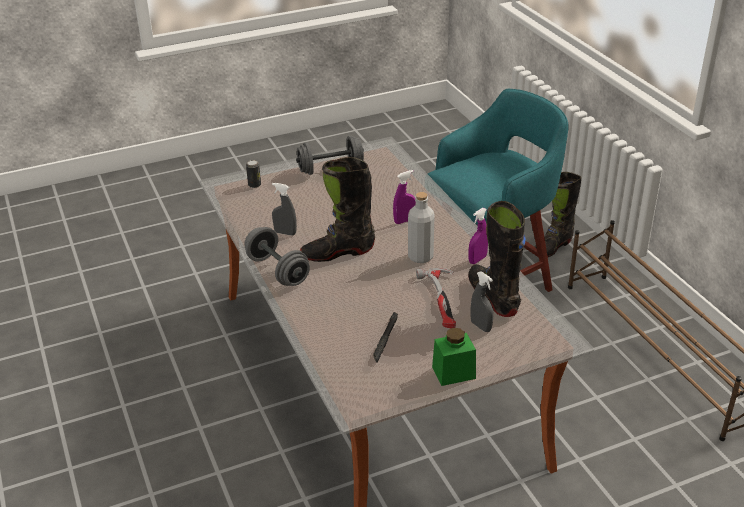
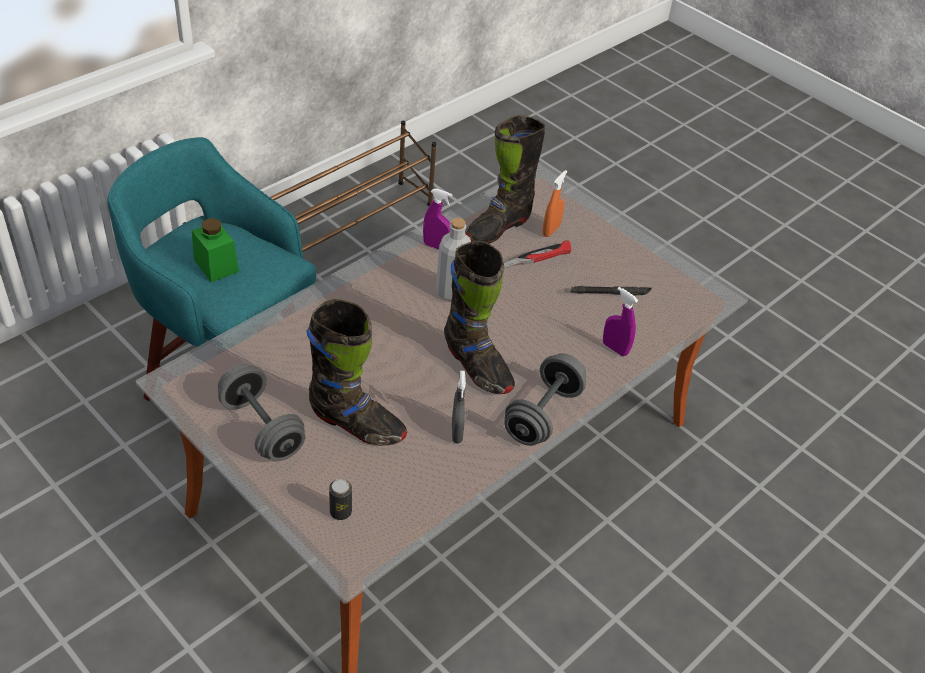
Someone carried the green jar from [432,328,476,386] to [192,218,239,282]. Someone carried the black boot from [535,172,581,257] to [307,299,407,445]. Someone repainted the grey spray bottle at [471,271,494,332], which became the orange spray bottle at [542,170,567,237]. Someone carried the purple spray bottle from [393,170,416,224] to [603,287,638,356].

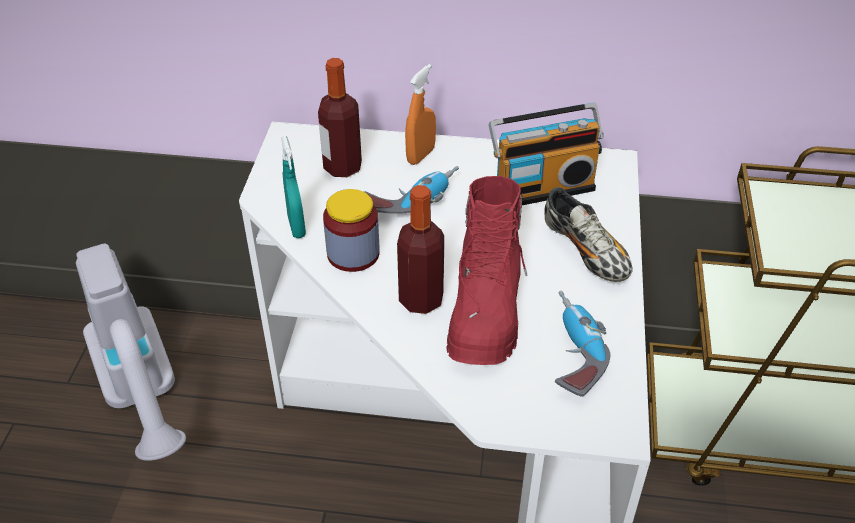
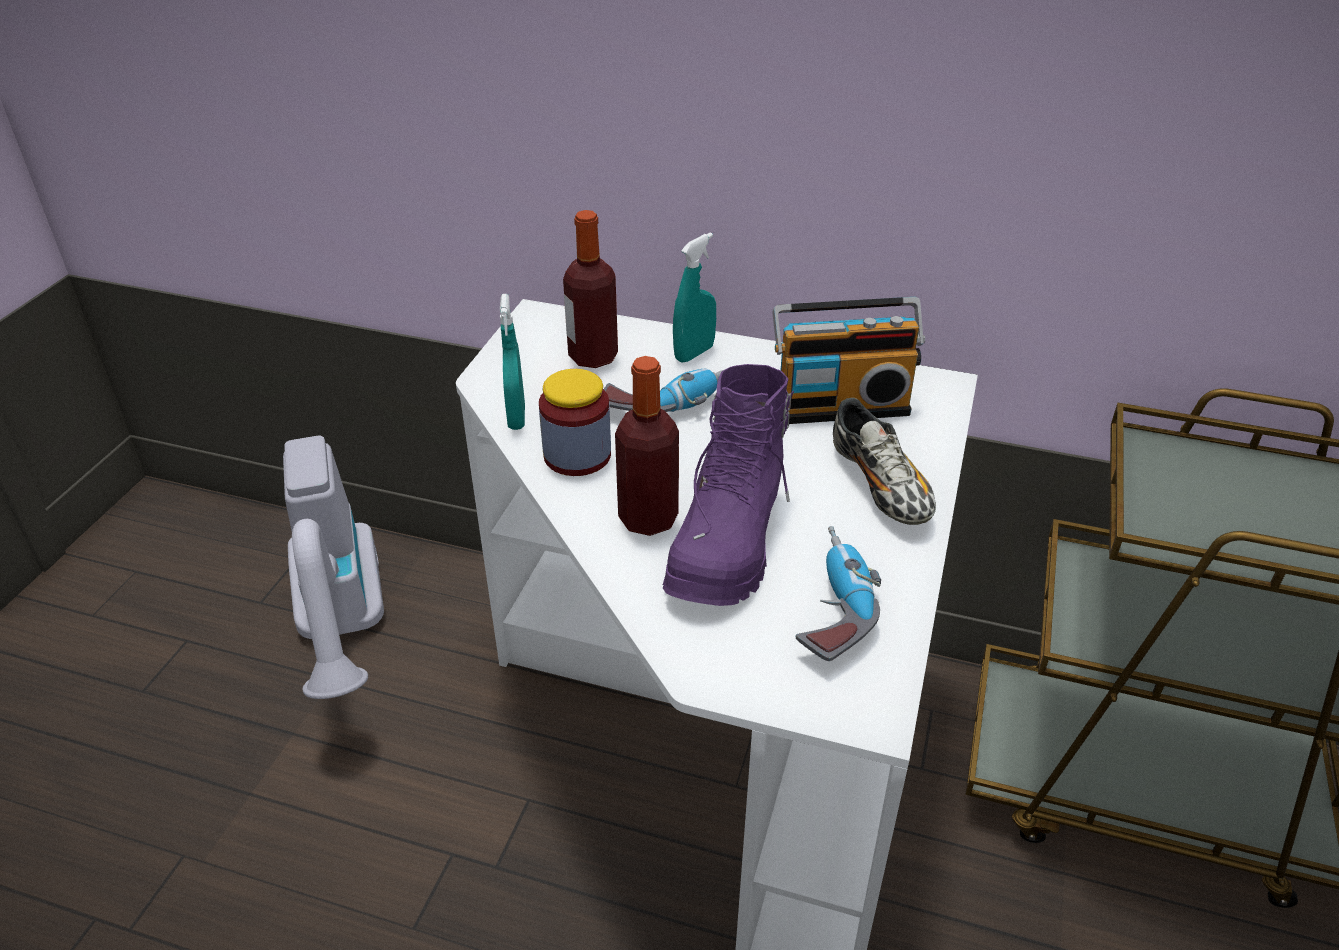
Someone repainted the red boot at [446,176,528,365], which became the purple boot at [663,364,794,606]. Someone repainted the orange spray bottle at [405,64,436,165], which became the turquoise spray bottle at [673,232,716,363].

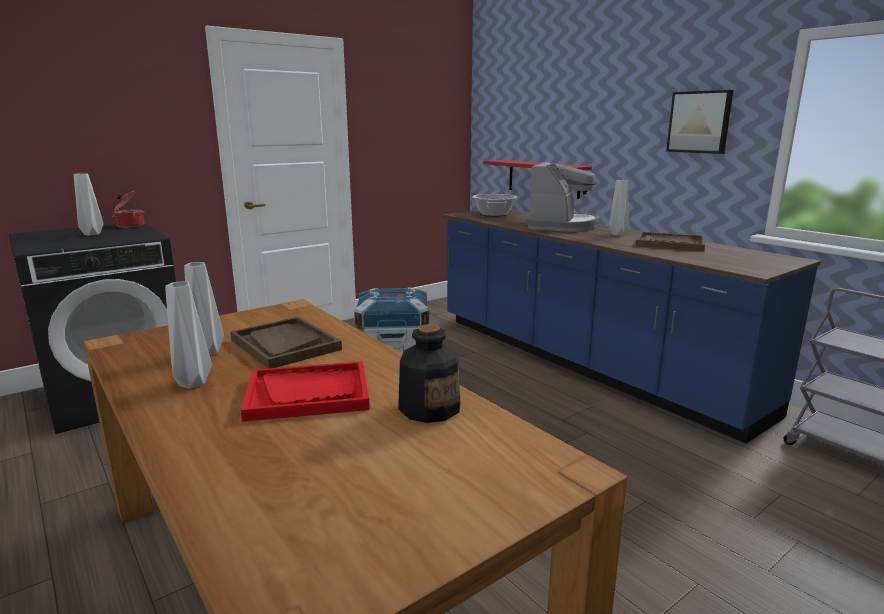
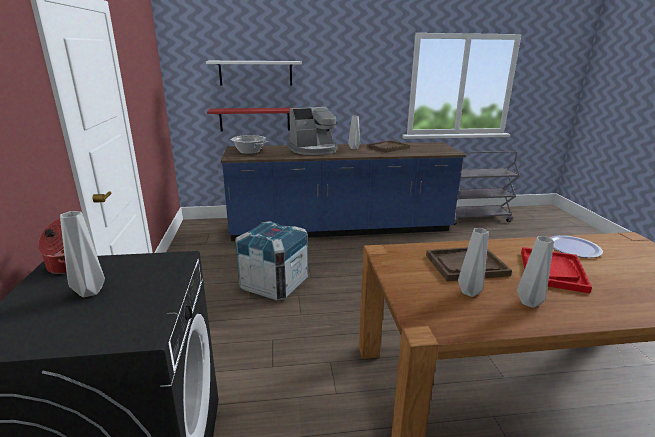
Someone put up the white shelf at [206,61,302,86]. Someone rotated the coffee machine at [526,162,599,231] by 105 degrees clockwise. Someone swapped the bottle at [398,324,460,423] for the plate at [550,235,603,258]. Someone took away the picture at [666,90,733,154].

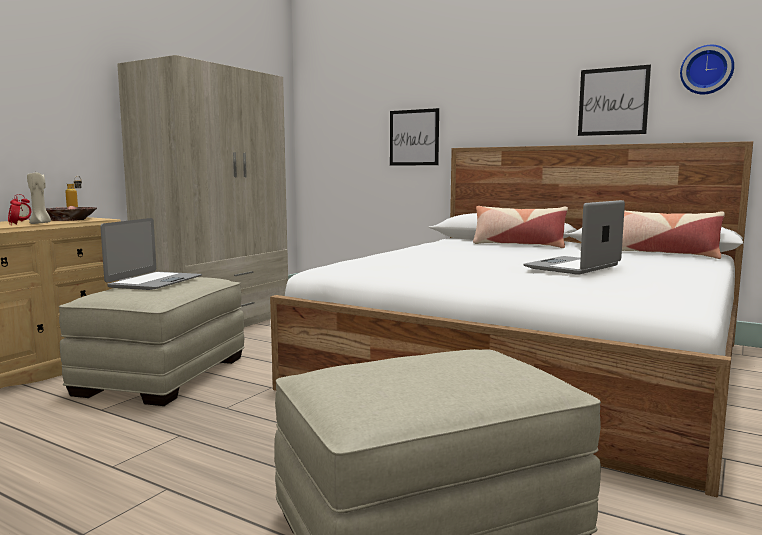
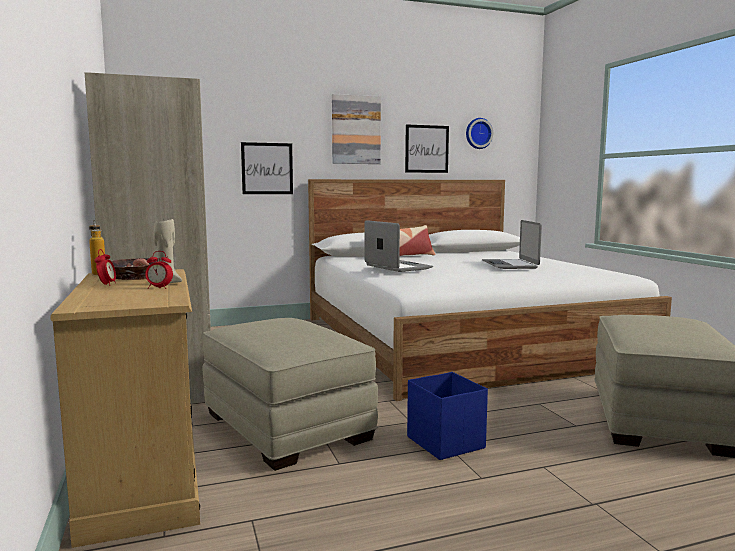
Someone put up the picture at [332,94,381,164]. Someone carried the laptop from [100,218,202,290] to [365,220,433,272]. Someone put down the blue storage box at [407,372,488,460]. Someone took away the pillow at [622,211,725,259].

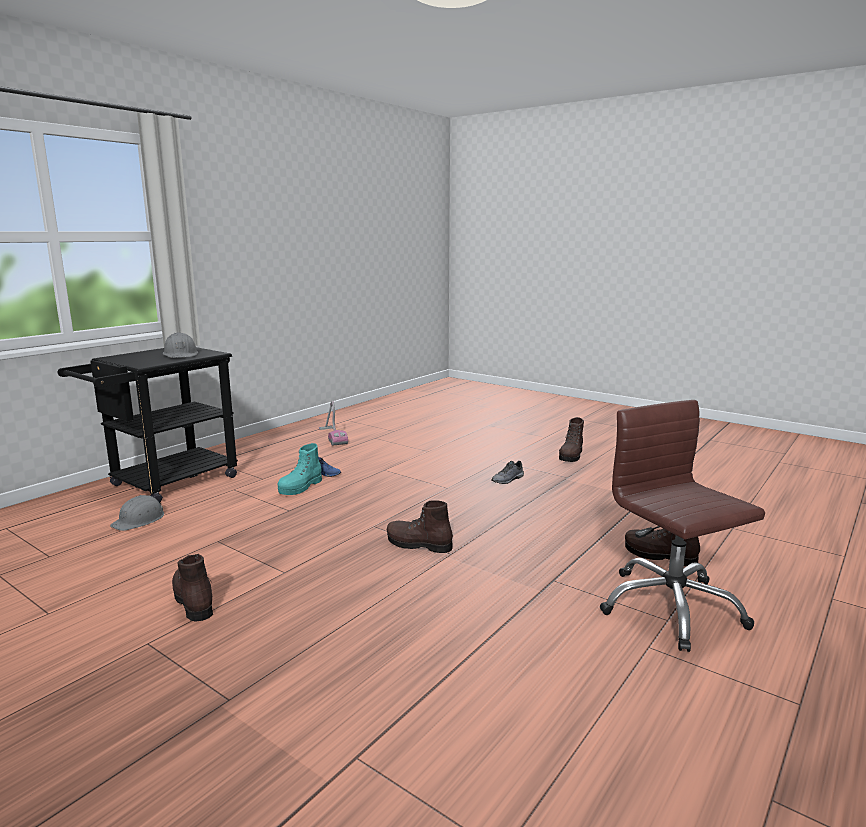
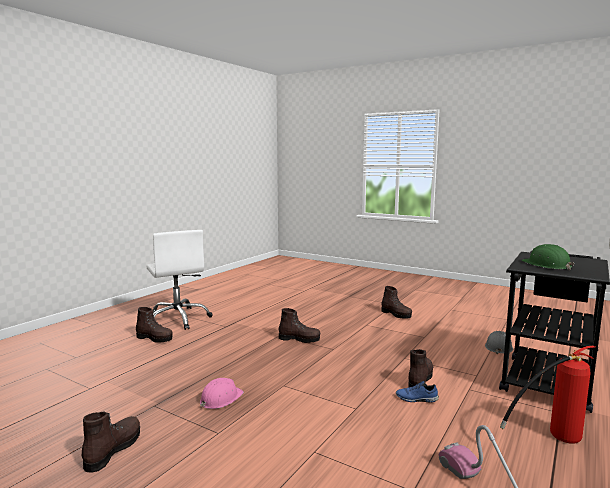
Someone repainted the brown office chair at [599,400,765,652], which became the white office chair at [146,230,212,330]. Someone swapped the grey shoe at [491,461,524,484] for the pink hard hat at [200,378,244,409]. Someone repainted the turquoise boot at [277,443,322,495], which became the brown boot at [408,349,433,387]. Someone put down the fire extinguisher at [500,346,595,444]. Someone repainted the grey hard hat at [163,332,198,358], which became the green hard hat at [521,244,574,270].

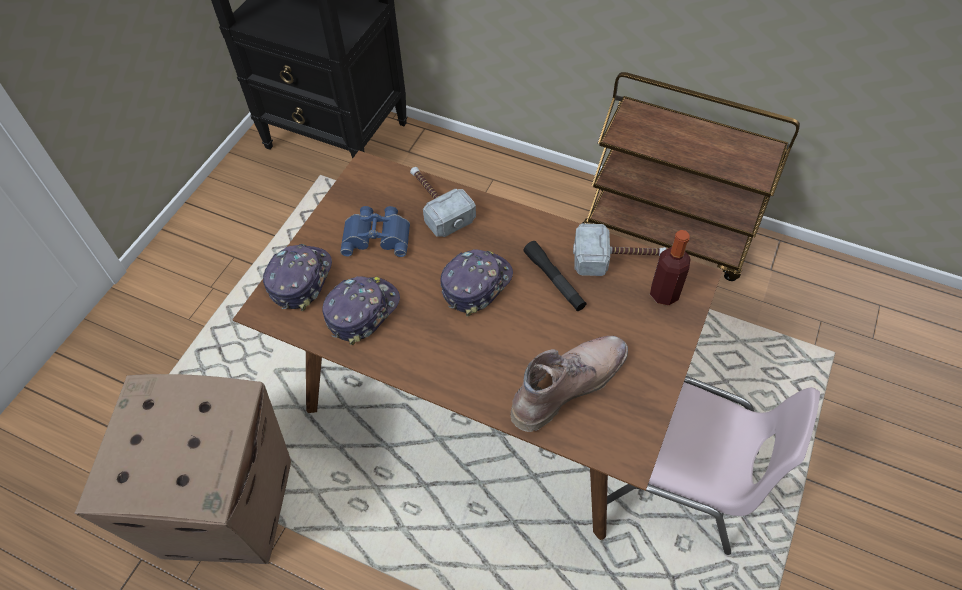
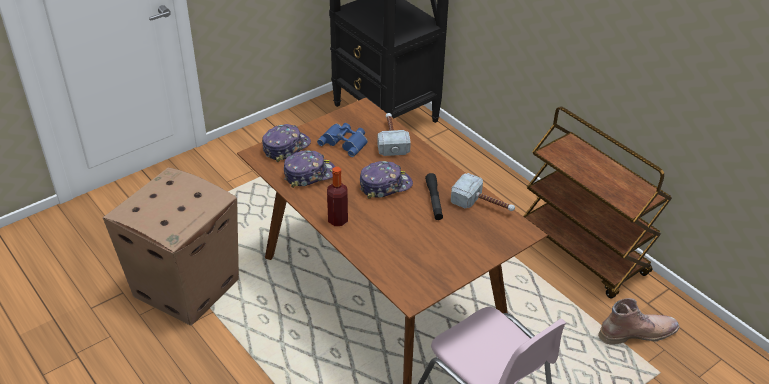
Someone carried the bottle from [650,230,691,305] to [327,167,348,226]. Someone carried the brown boot from [510,336,628,432] to [598,298,679,345].

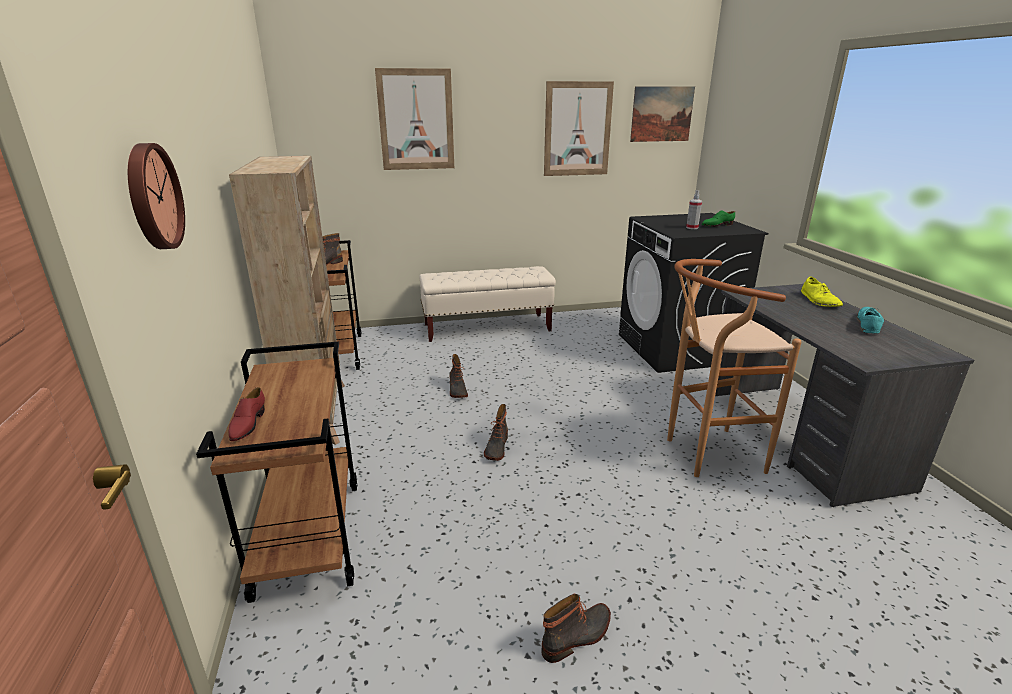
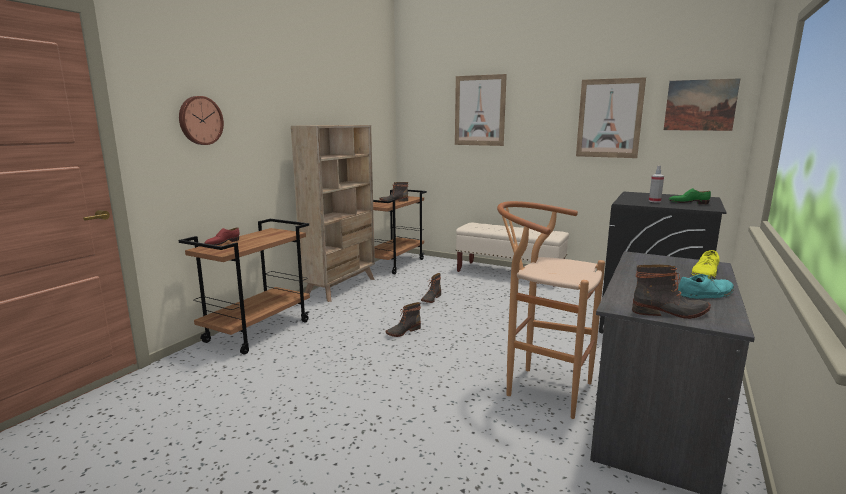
Someone carried the boot from [541,594,611,663] to [632,265,711,319].

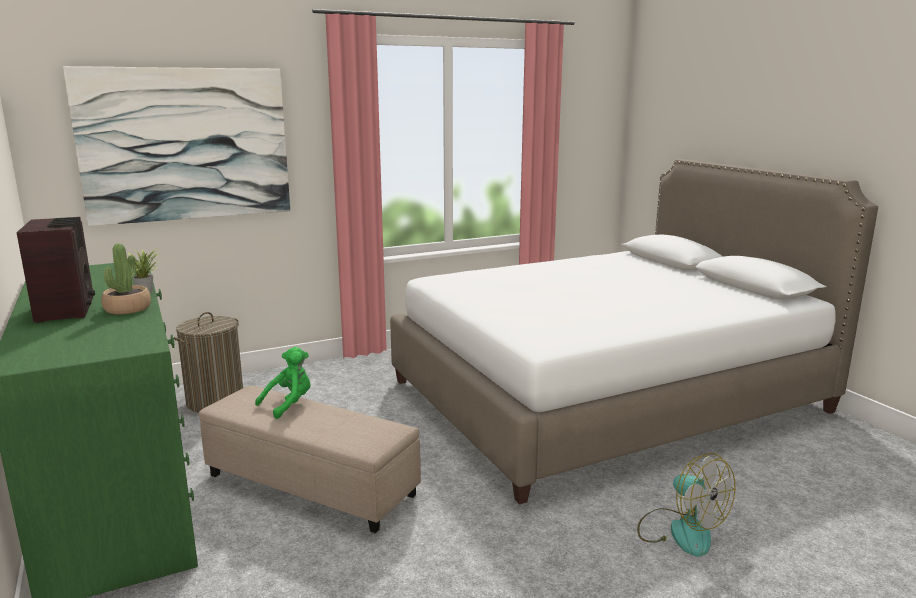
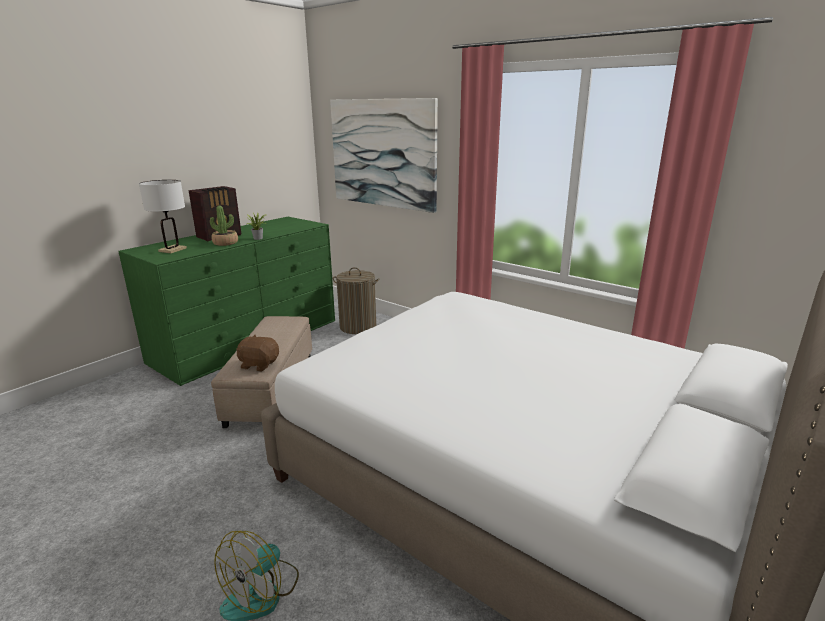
Someone put down the white table lamp at [139,180,187,253]. Someone put down the brown plush toy at [236,335,279,372]. Someone took away the green plush toy at [255,347,311,419].

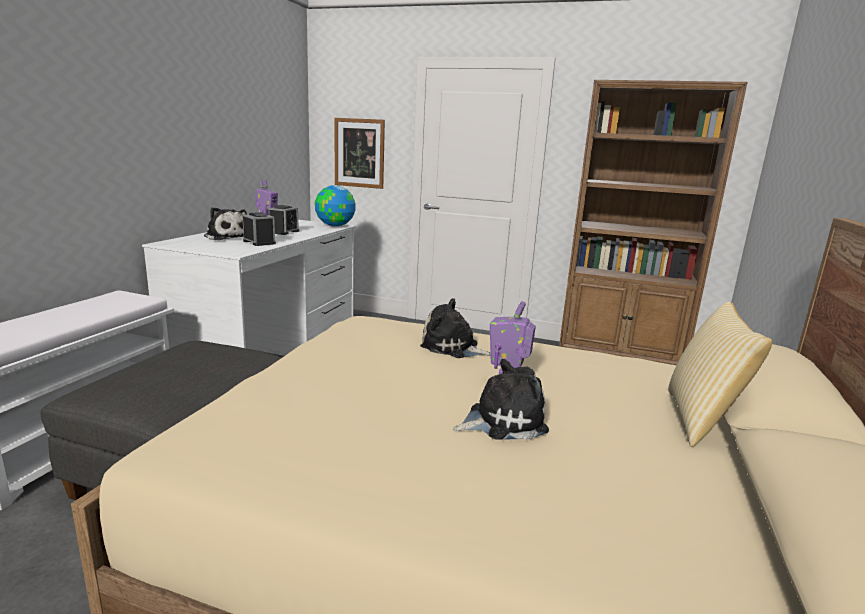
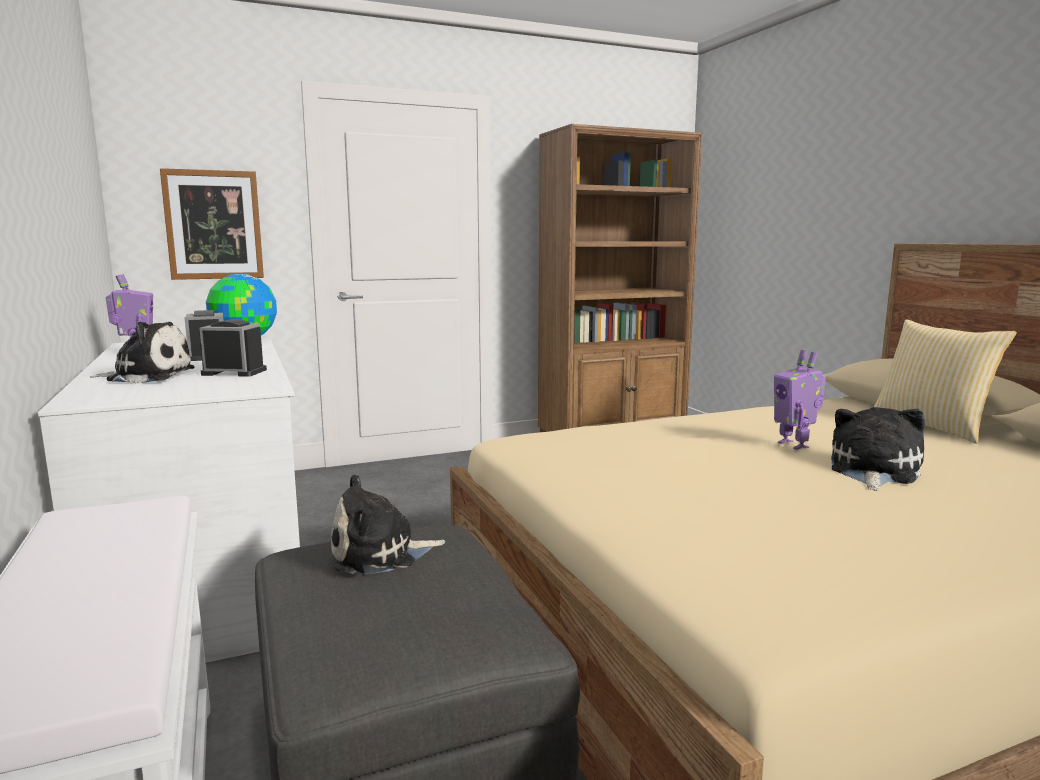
Someone carried the plush toy from [420,298,491,358] to [331,474,445,575].

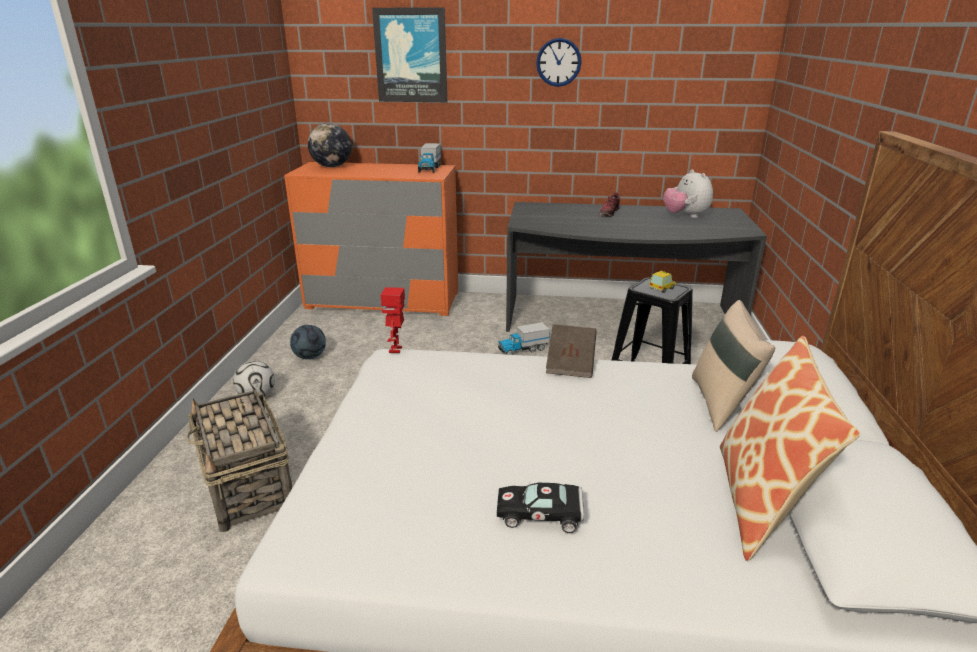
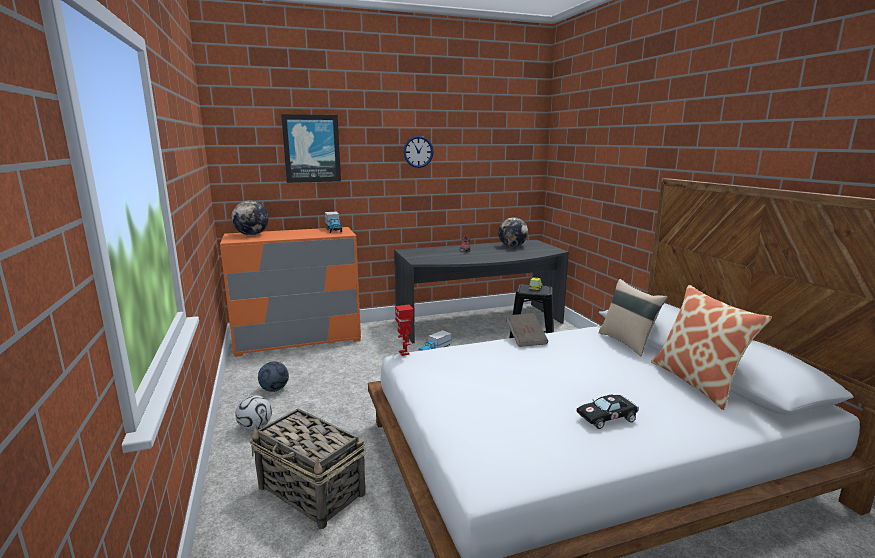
Someone swapped the plush toy at [664,169,713,218] for the globe at [498,217,528,247].

